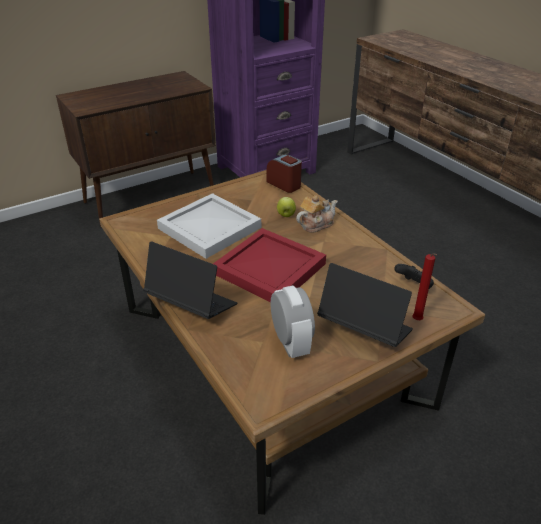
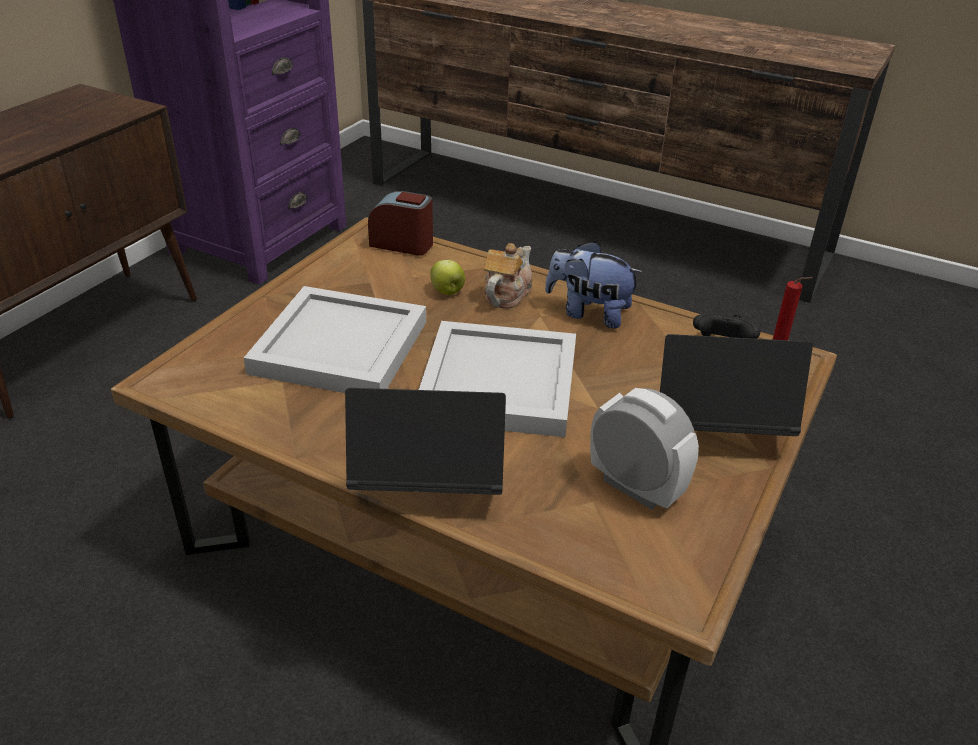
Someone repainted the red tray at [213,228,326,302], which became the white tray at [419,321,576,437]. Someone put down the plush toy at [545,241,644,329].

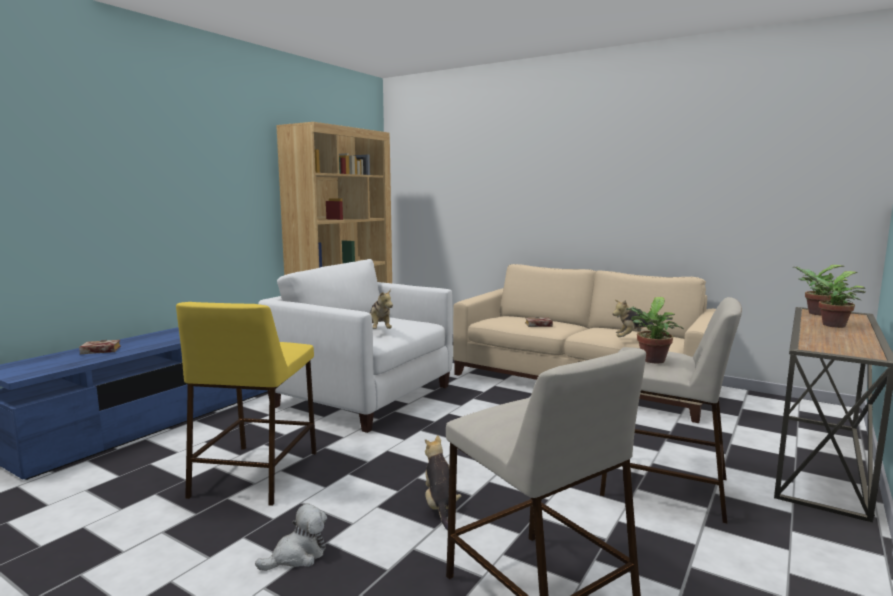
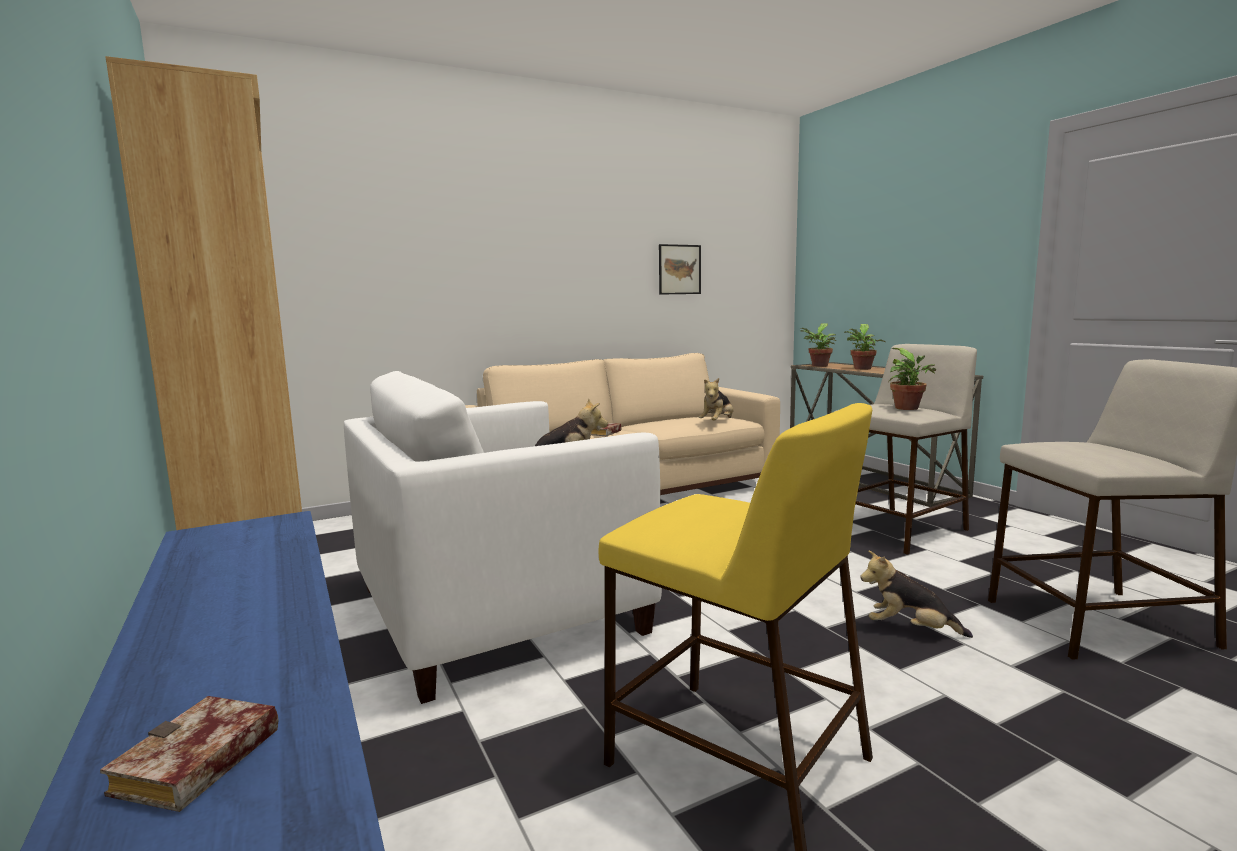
Someone put up the picture at [659,244,701,295]. Someone took away the plush toy at [255,504,327,571].

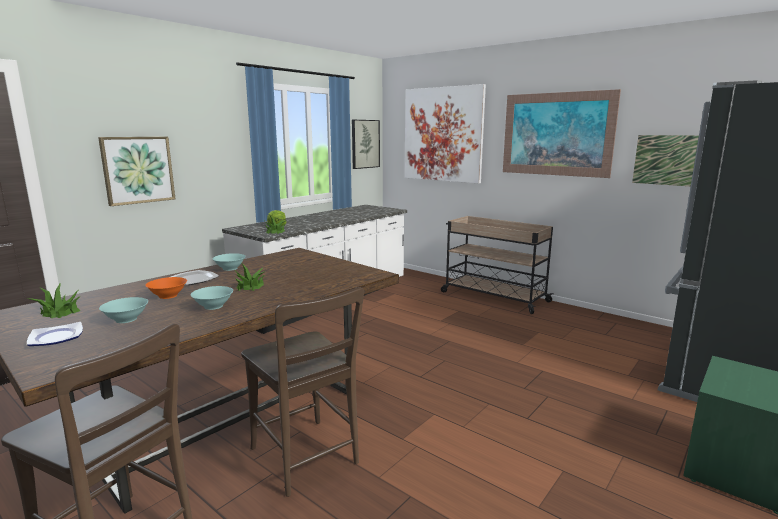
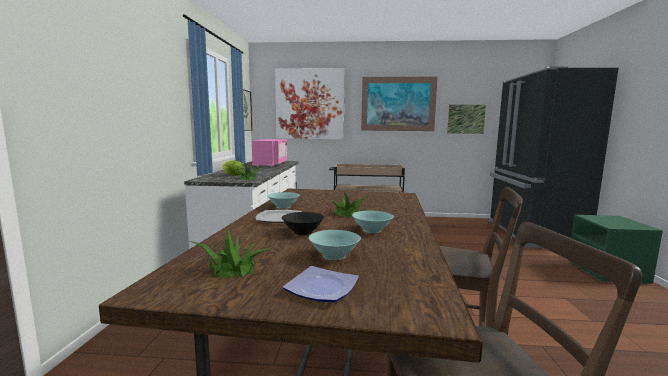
Someone put down the pink microwave at [252,139,287,167]. Someone repainted the orange bowl at [145,277,187,299], which became the black bowl at [282,212,324,235]. Someone took away the picture at [98,137,175,206].

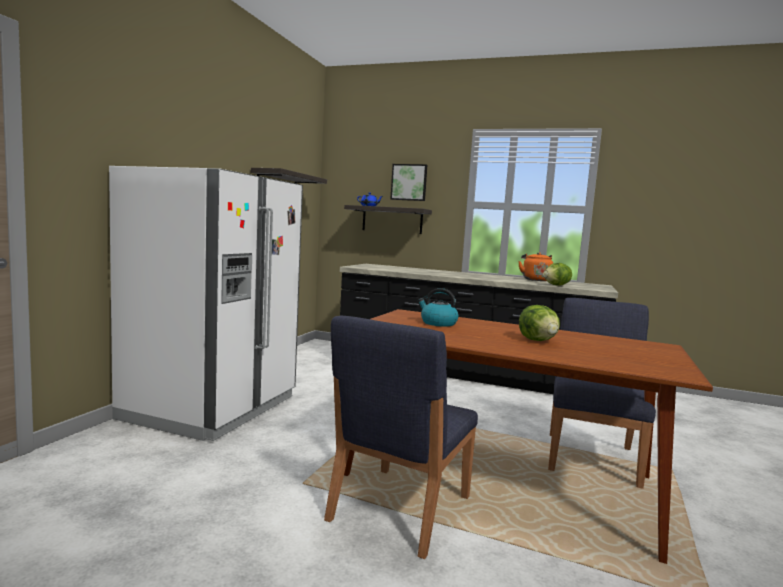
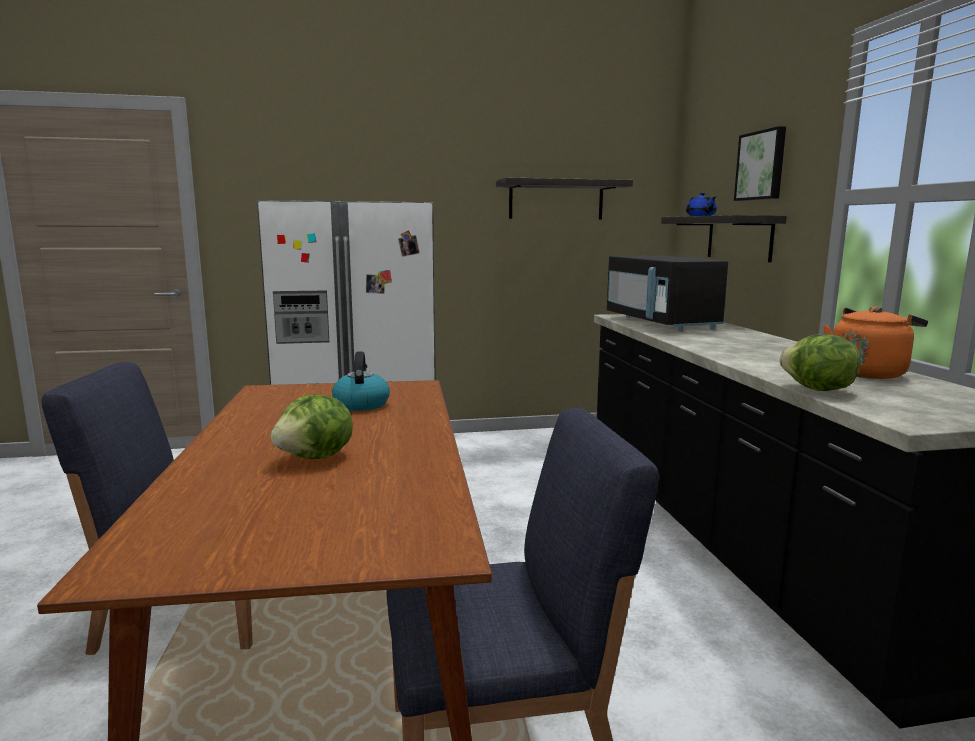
Someone put down the black microwave at [607,255,728,331].

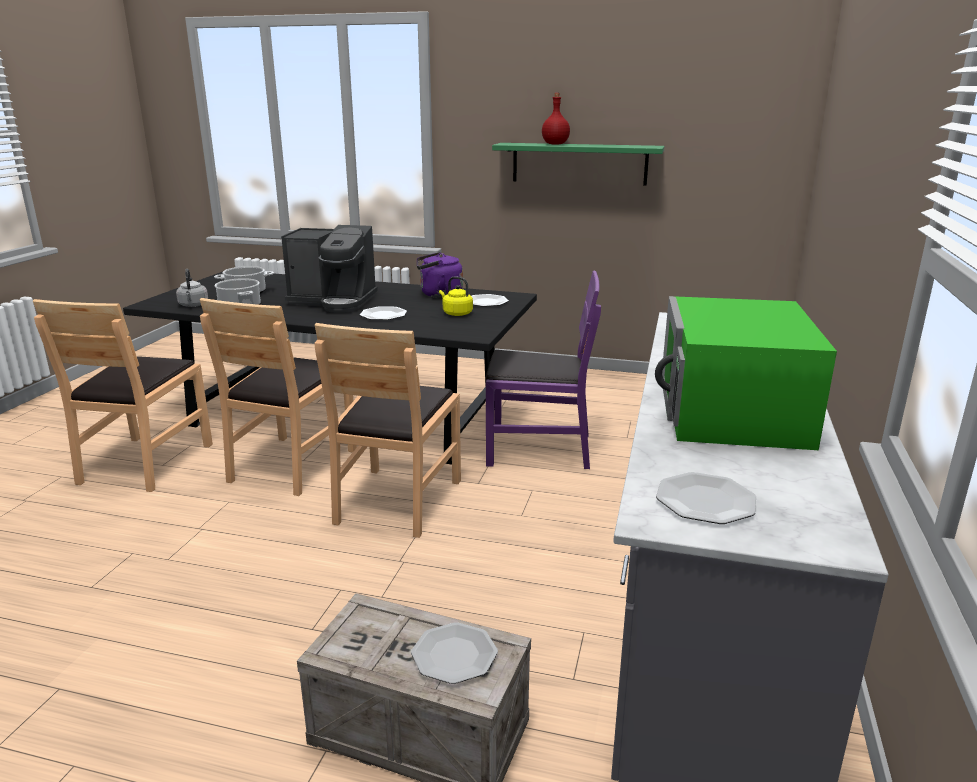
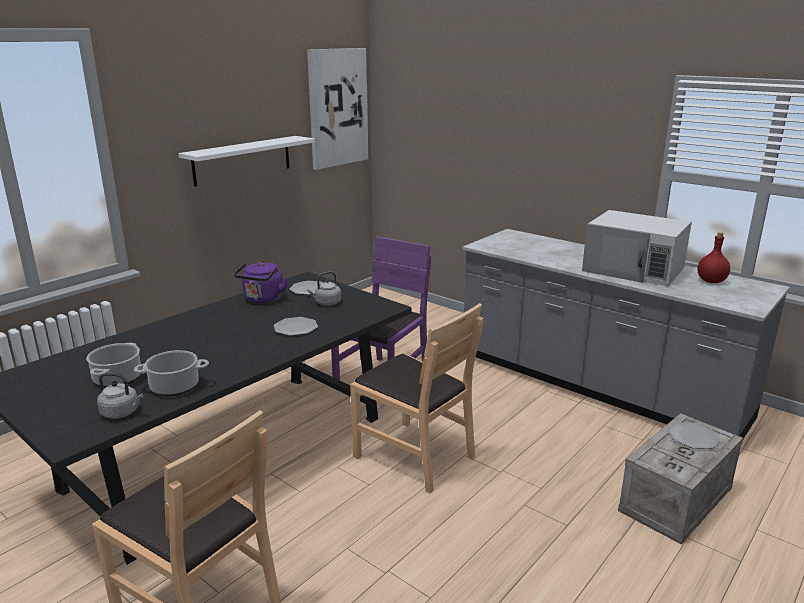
Someone repainted the green shelf at [492,143,664,186], which became the white shelf at [178,136,315,186]. Someone put up the picture at [307,48,368,170]. Someone repainted the yellow kettle at [439,276,473,316], which became the grey kettle at [307,271,341,306]. Someone repainted the green microwave at [655,296,837,450], which became the white microwave at [582,210,692,287]. Someone carried the red bottle from [542,93,570,145] to [697,232,730,283]. Someone took away the brown chair at [200,298,357,496]. Someone took away the coffee machine at [281,225,378,313]. Someone took away the plate at [656,472,756,524].

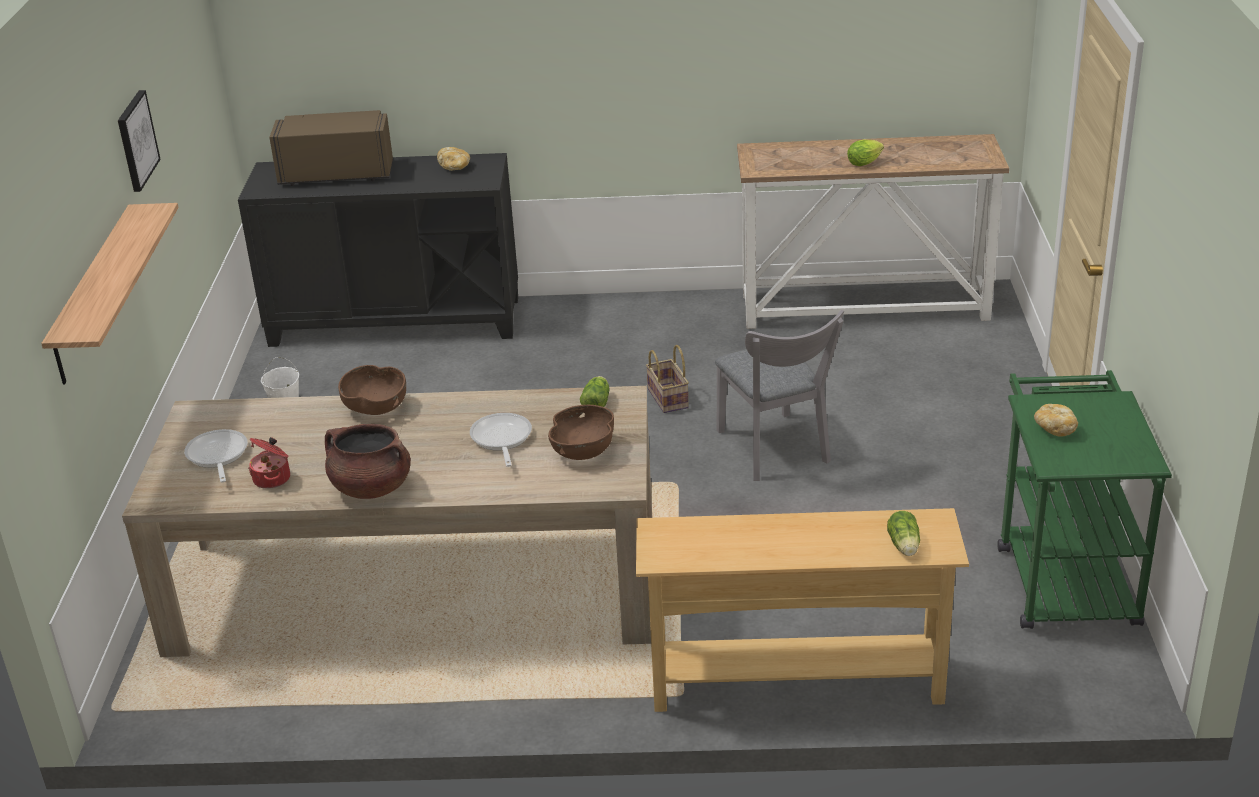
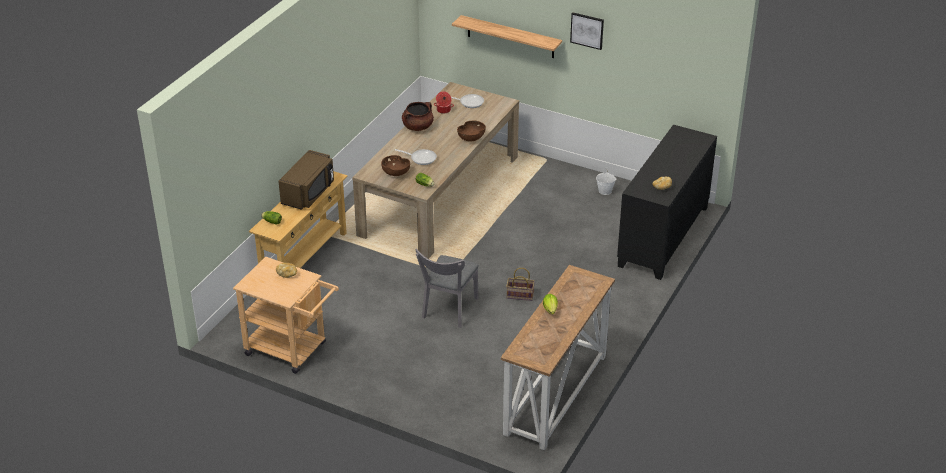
Someone repainted the green cart at [997,370,1172,629], which became the beige cart at [233,257,339,374]. Someone carried the brown microwave from [269,110,393,186] to [278,150,334,210]. Someone rotated the grey chair at [715,310,844,481] by 75 degrees counterclockwise.

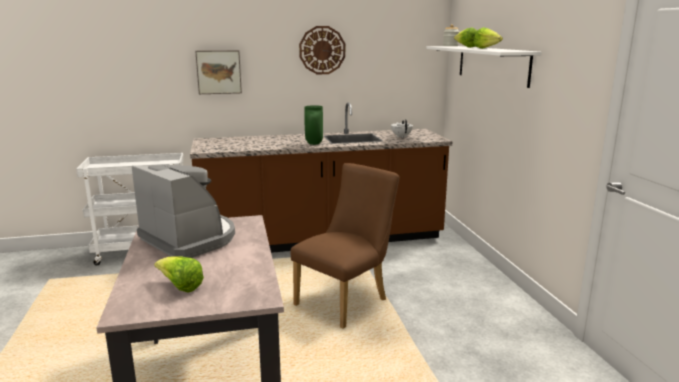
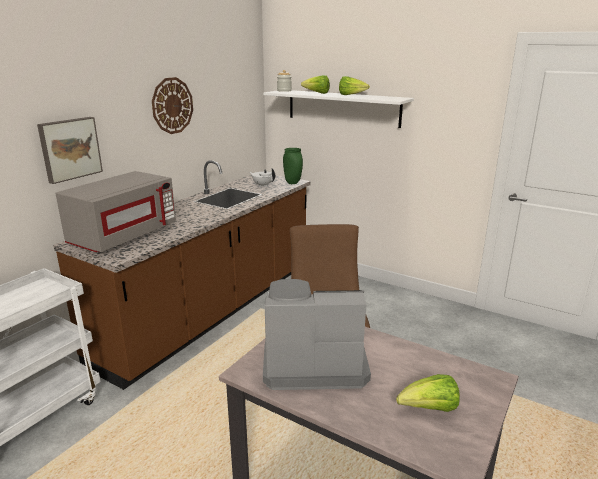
Someone put down the grey microwave at [56,171,176,252]. Someone carried the green vase from [304,105,323,145] to [283,148,303,184].

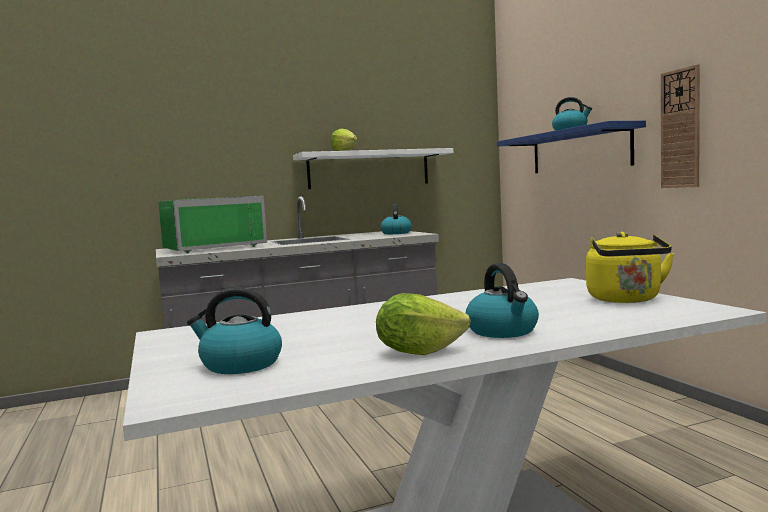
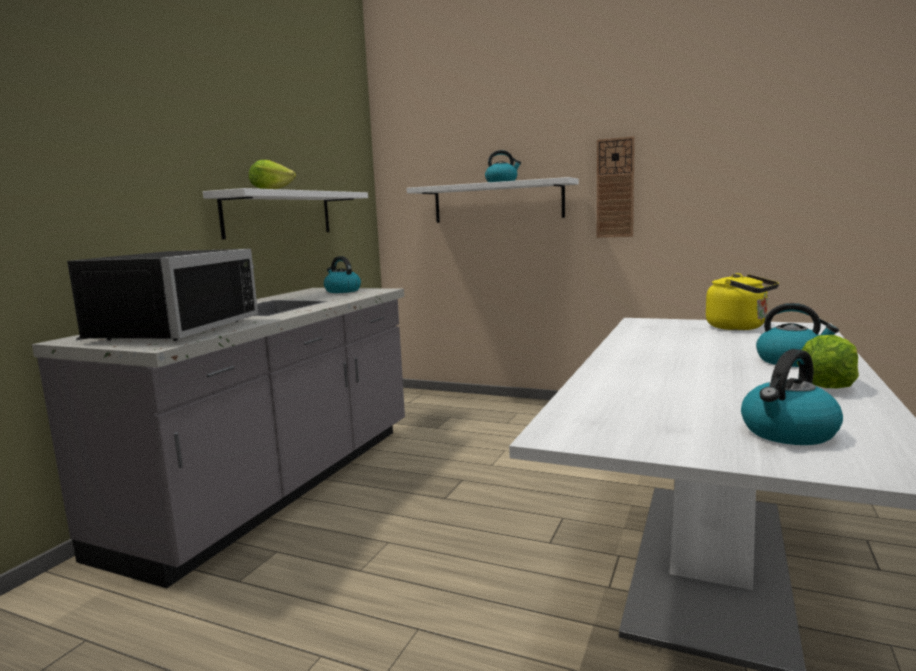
Someone repainted the green microwave at [158,196,267,253], which became the black microwave at [67,249,258,341]. Someone repainted the blue shelf at [497,121,646,173], which became the white shelf at [406,177,579,223].

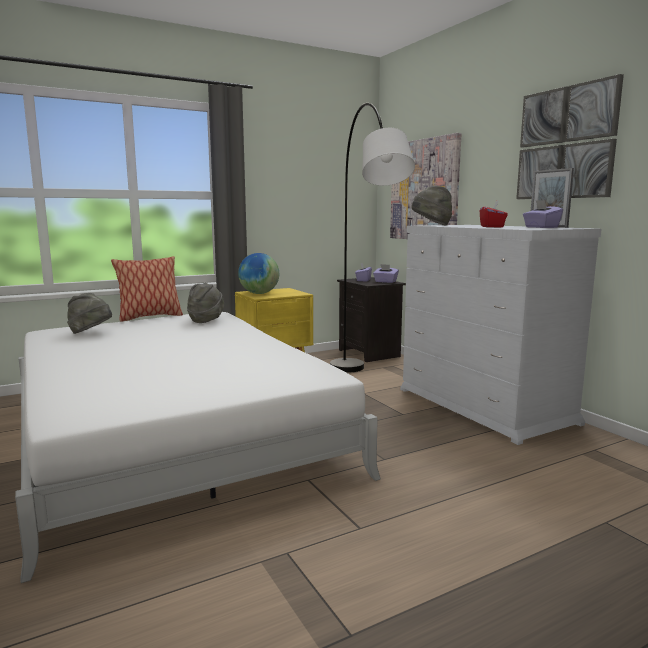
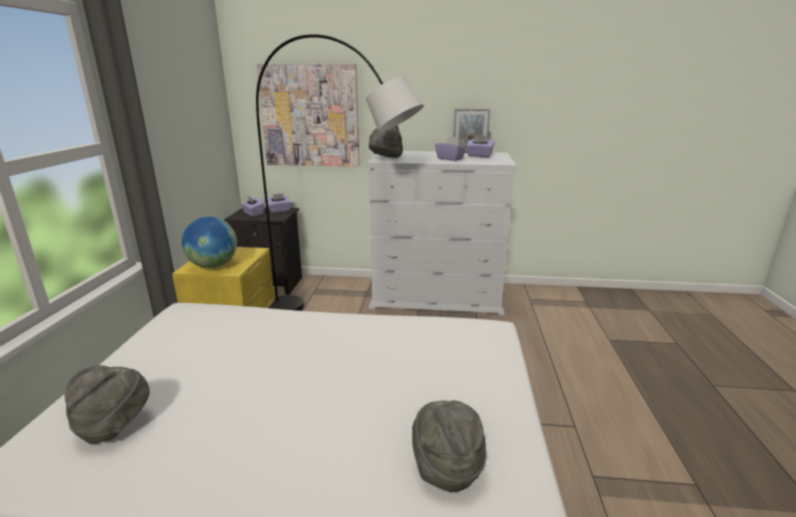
Someone carried the grey hat from [187,283,224,323] to [412,400,486,492]. Someone repainted the red tissue box at [480,201,508,227], which became the purple tissue box at [435,137,466,161]. Someone took away the pillow at [111,256,183,321]. Someone took away the picture at [516,74,624,199].

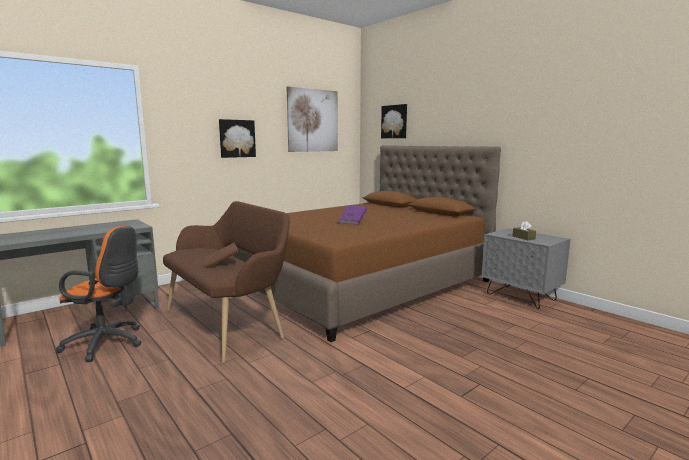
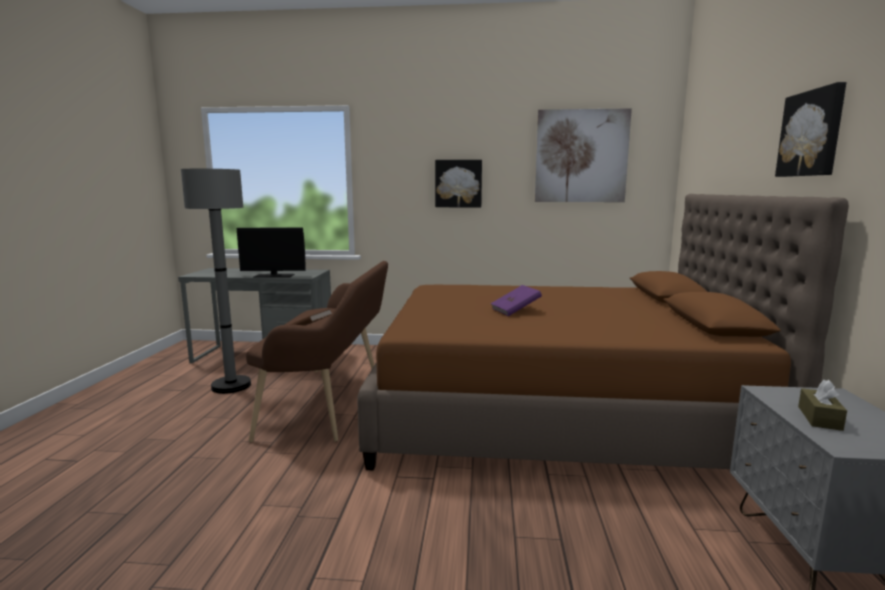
Someone swapped the orange office chair at [56,226,142,362] for the grey floor lamp at [181,169,251,394]. Someone put down the monitor at [237,228,306,278]. Someone carried the picture from [381,104,407,138] to [775,82,846,177].

